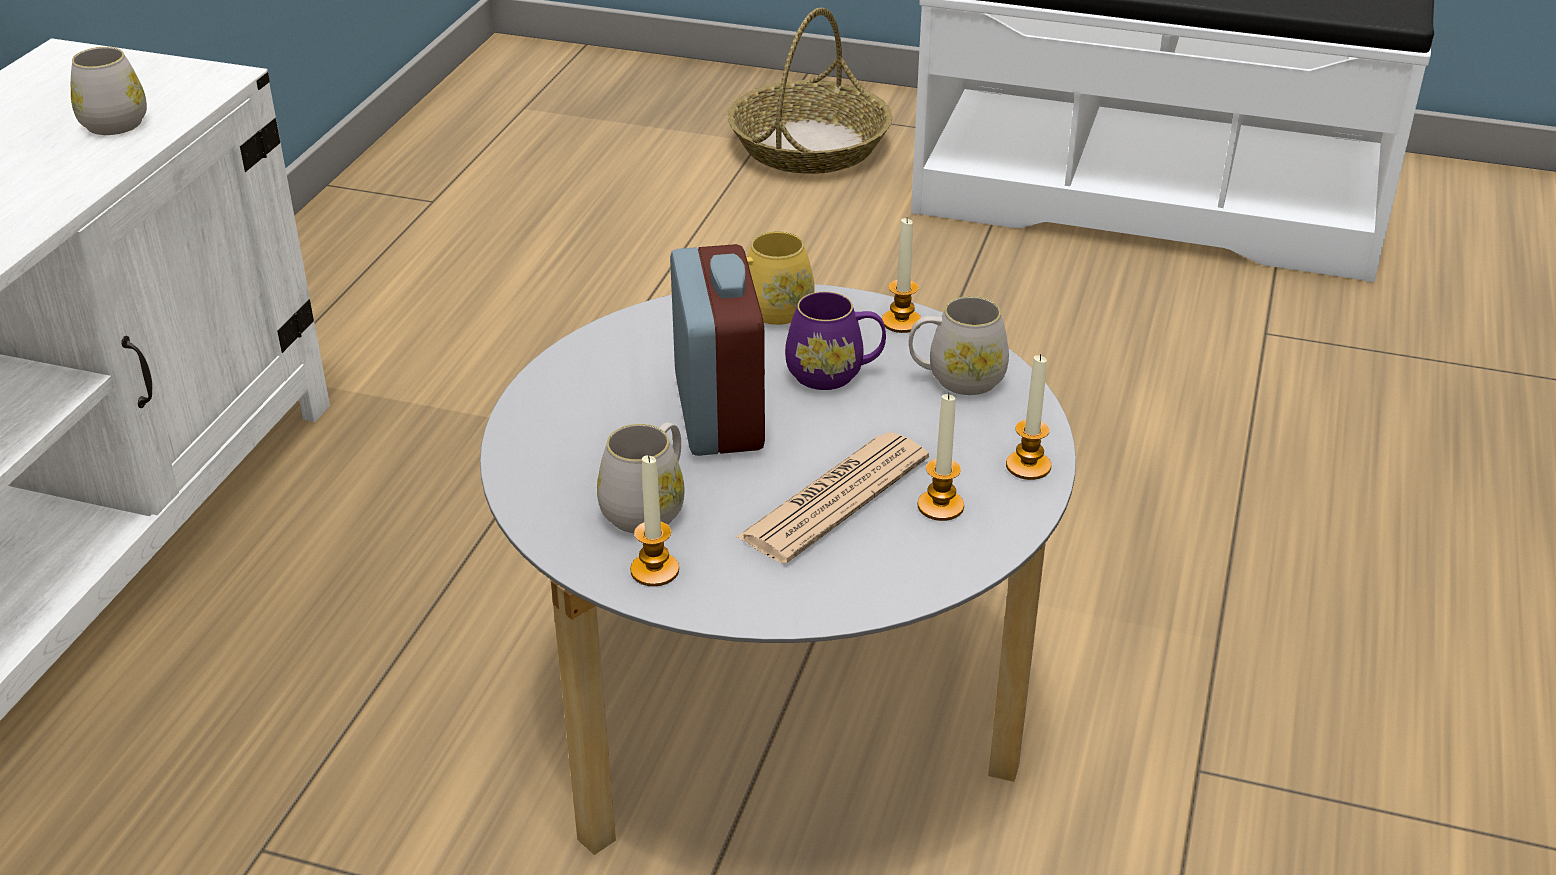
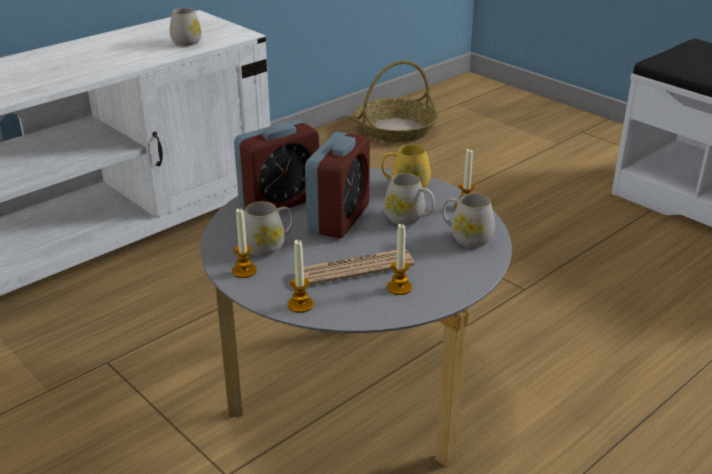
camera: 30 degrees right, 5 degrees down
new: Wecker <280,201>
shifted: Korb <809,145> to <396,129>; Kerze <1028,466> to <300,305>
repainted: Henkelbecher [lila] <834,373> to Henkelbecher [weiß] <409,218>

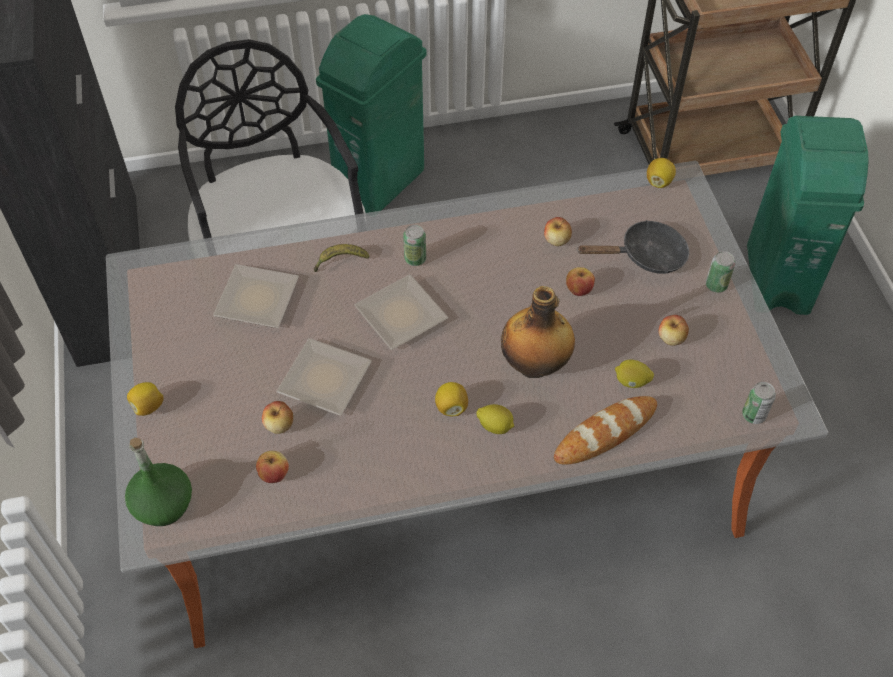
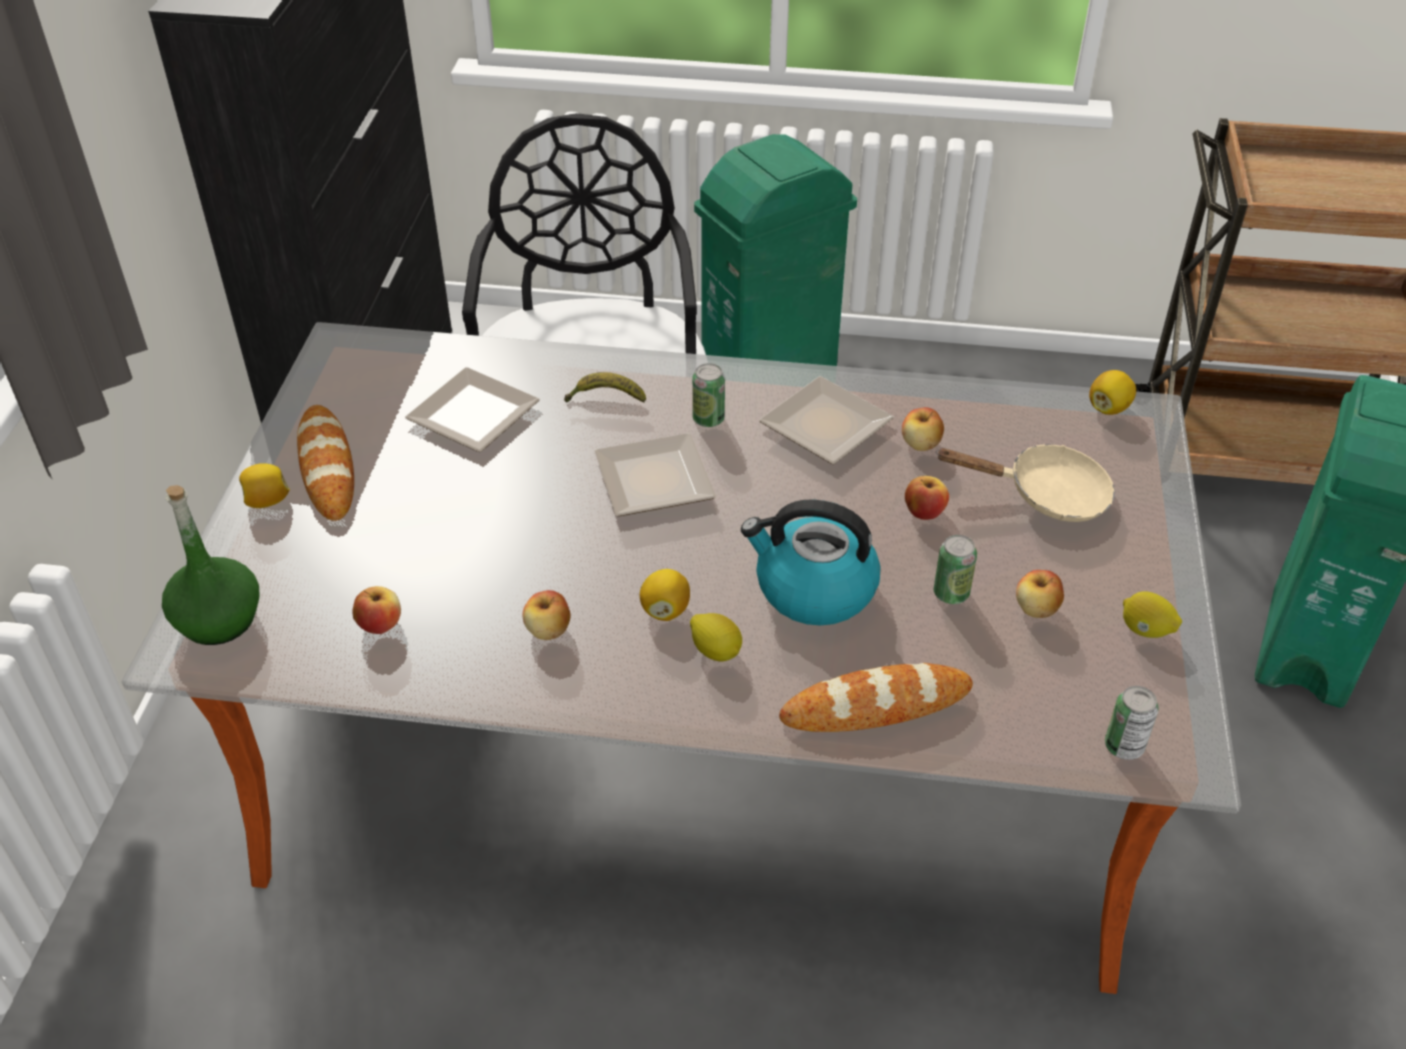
camera: 20 degrees right, 10 degrees down
new: Brot <327,467>
shifted: Apfel <279,425> to <548,630>; Teller <328,378> to <830,425>; Zitrone <631,382> to <1145,630>; Dose <716,285> to <951,593>
swapped: Flasche <535,365> to Wasserkessel <813,589>
repainted: Pfanne [schwarz] <646,256> to Pfanne [beige] <1046,494>

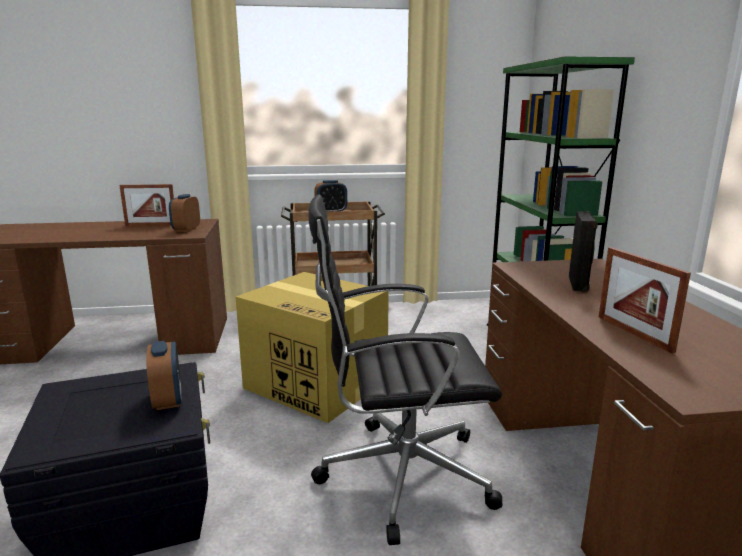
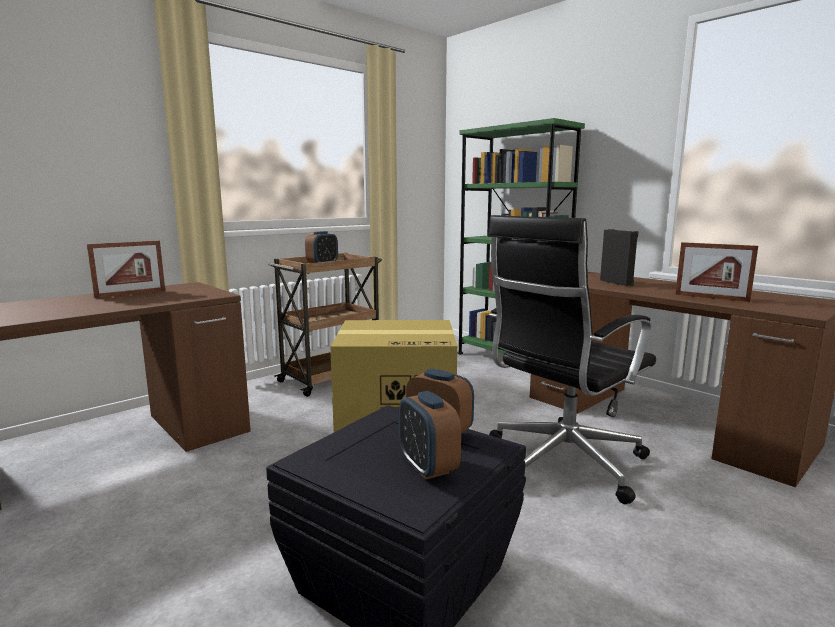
camera: 35 degrees left, 5 degrees down
shifted: Wecker <186,229> to <427,467>

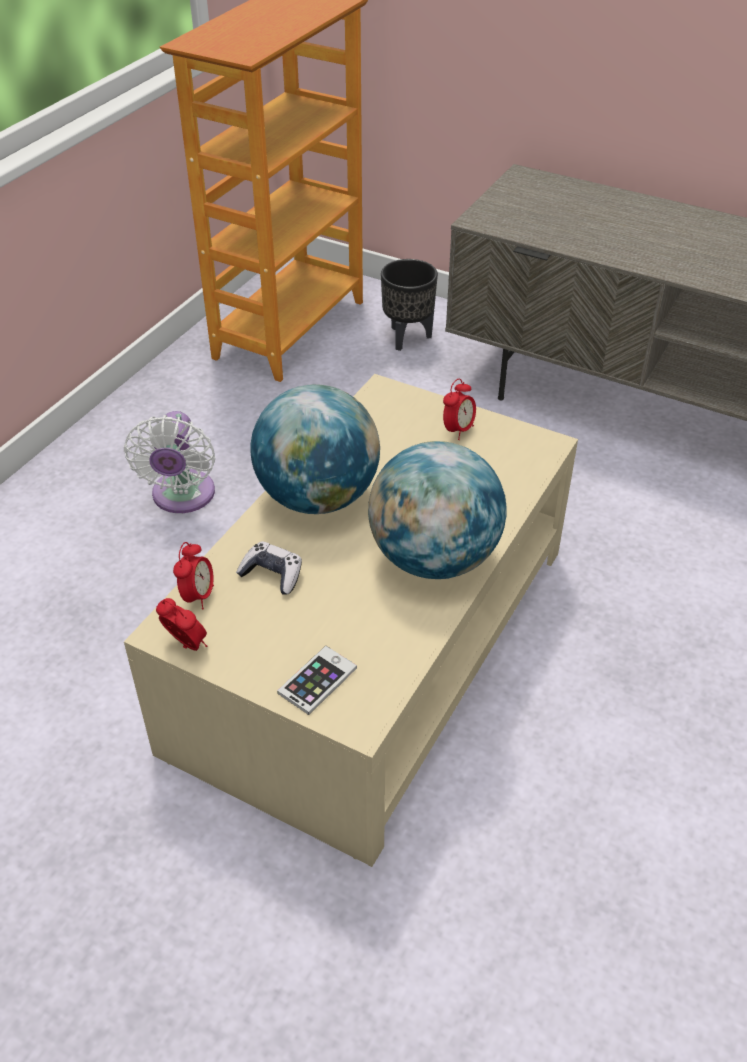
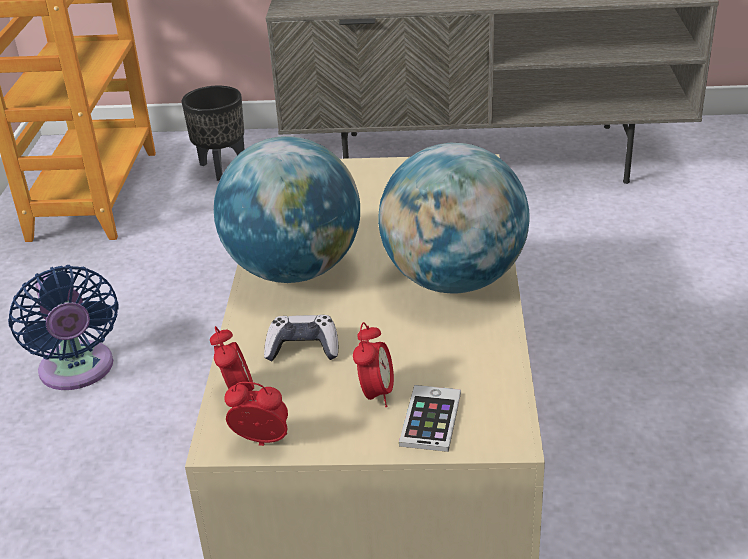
camera: 25 degrees left, 10 degrees down
shifted: Wecker <458,430> to <376,394>
repainted: Ventilator [weiß] <182,497> to Ventilator [blau] <78,371>

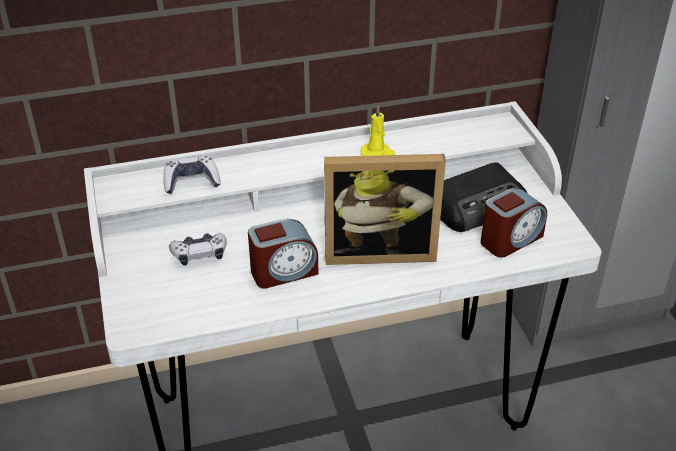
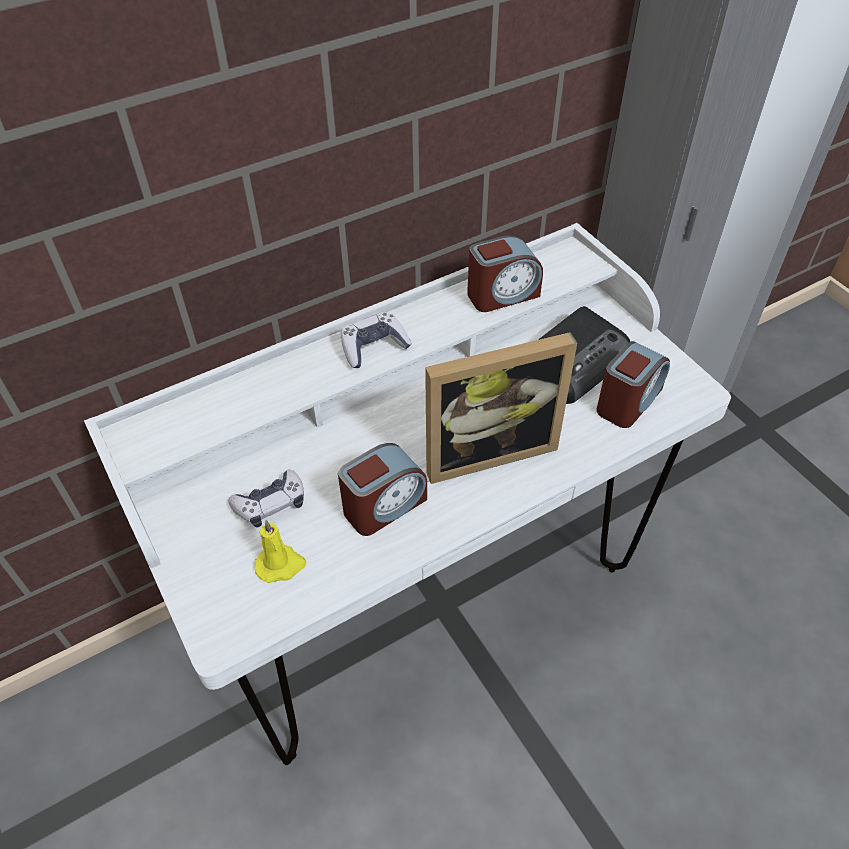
camera: 15 degrees left, 10 degrees up
new: Wecker <502,294>
shifted: Gamepad <191,181> to <373,347>; Kerze [gelb] <378,153> to <281,565>

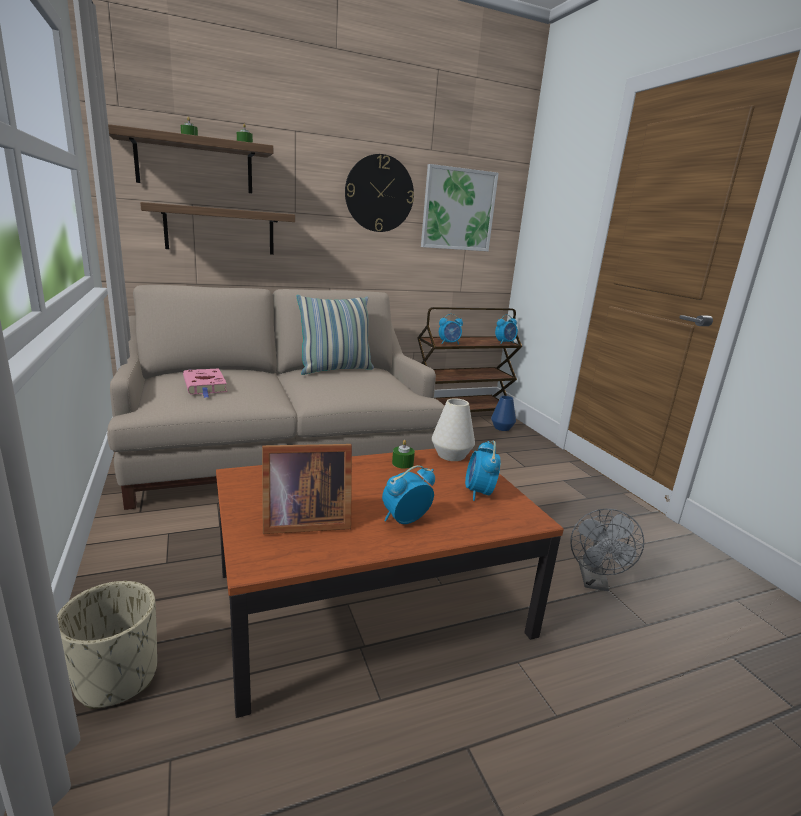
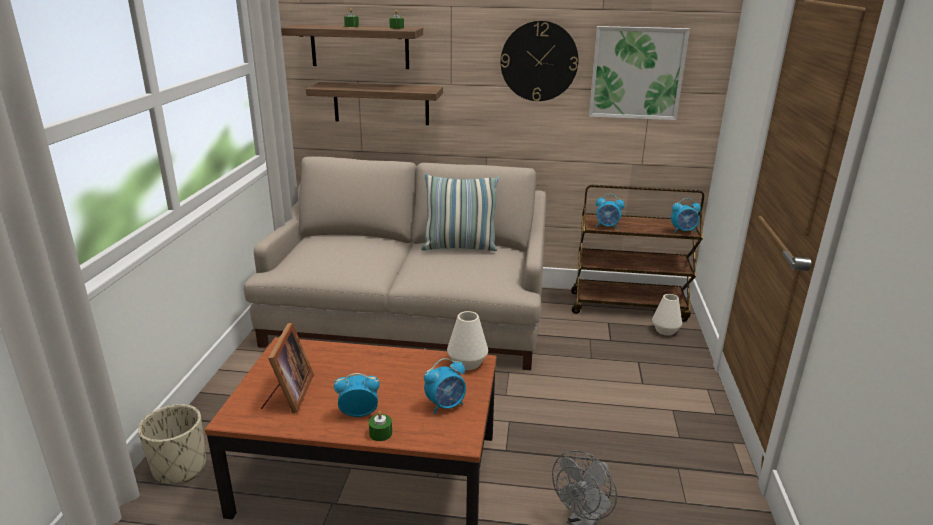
camera: 30 degrees right, 5 degrees up
gone: Buch [rosa] <205,386>
shifted: Kerze [grün] <402,463> to <380,433>
repainted: Vase [blau] <502,428> to Vase [weiß] <665,330>
rotated: Bilderrahmen <302,521> = <289,394> 105 degrees counterclockwise; Wecker <479,493> = <446,405> 150 degrees counterclockwise

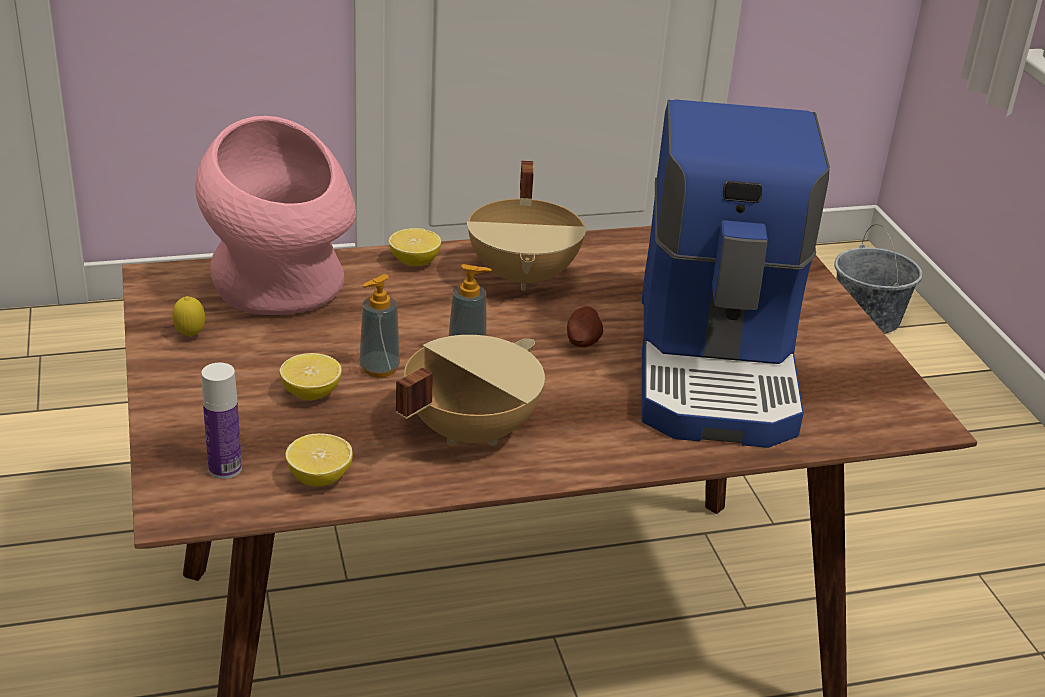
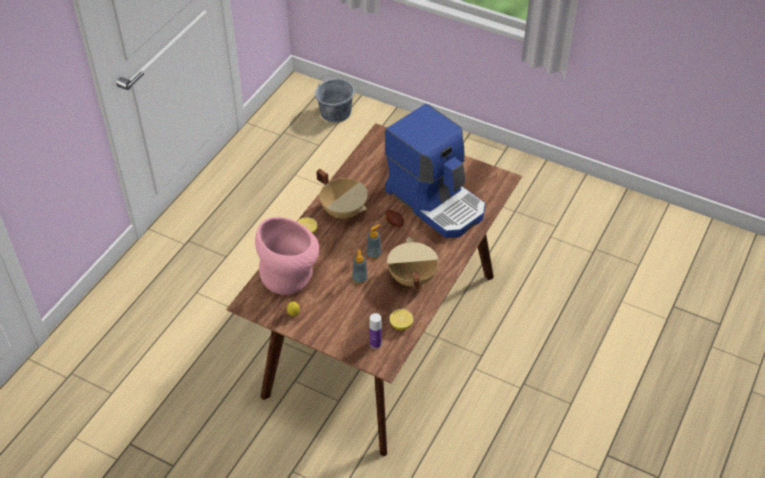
camera: 45 degrees left, 15 degrees up
gone: Zitrone <311,393>

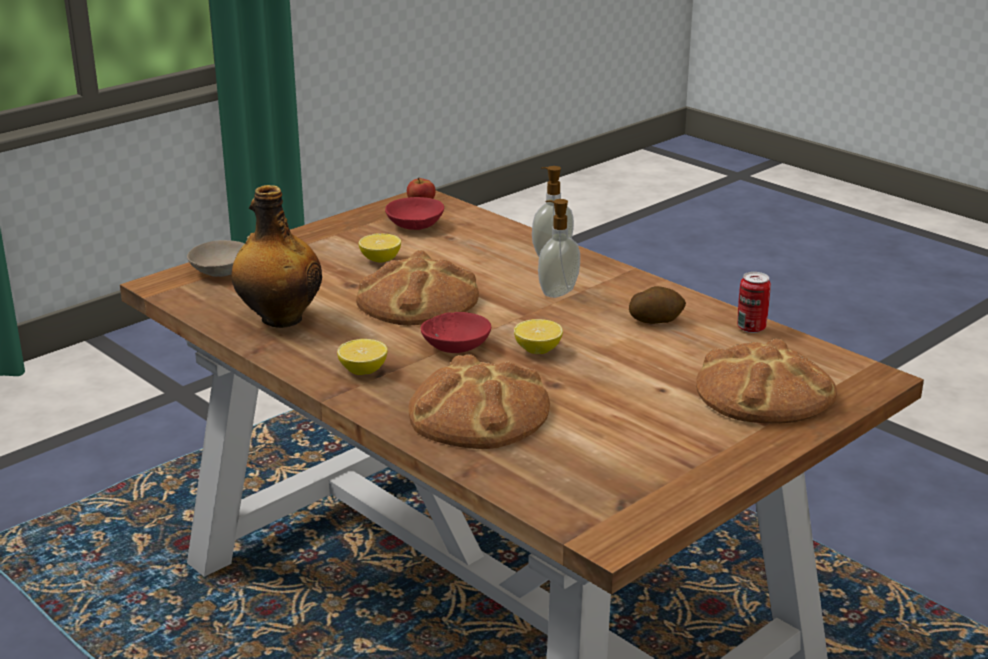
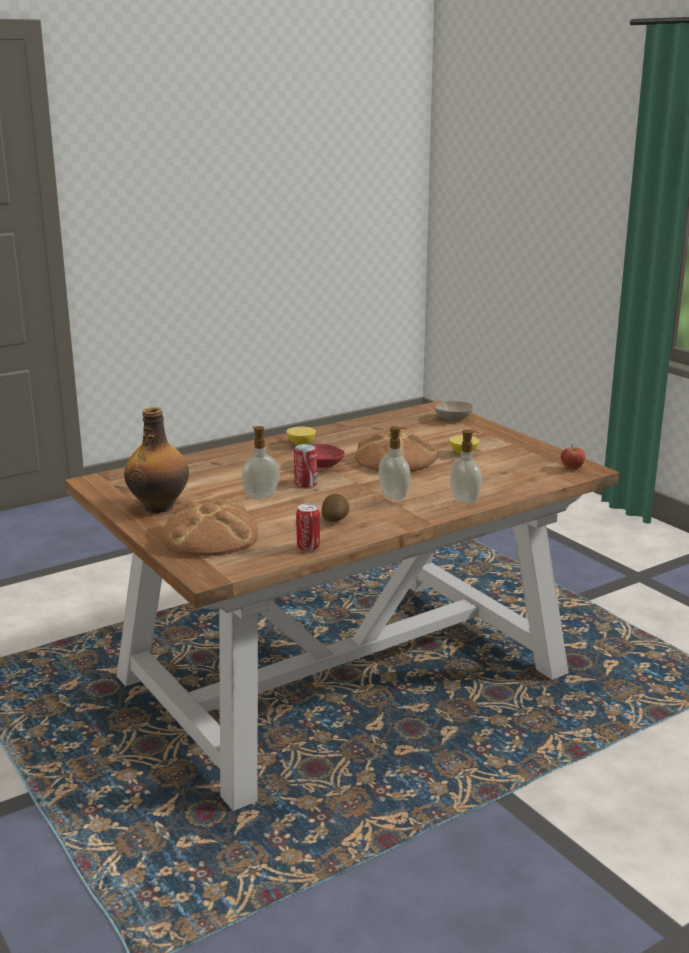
camera: 100 degrees right, 5 degrees down
gone: Schüssel [rot] <415,224>; Brot <478,412>
new: Seifenspender <260,495>
shifted: Flasche <280,319> to <159,506>
swapped: Zitrone <538,350> to Dose <305,483>

